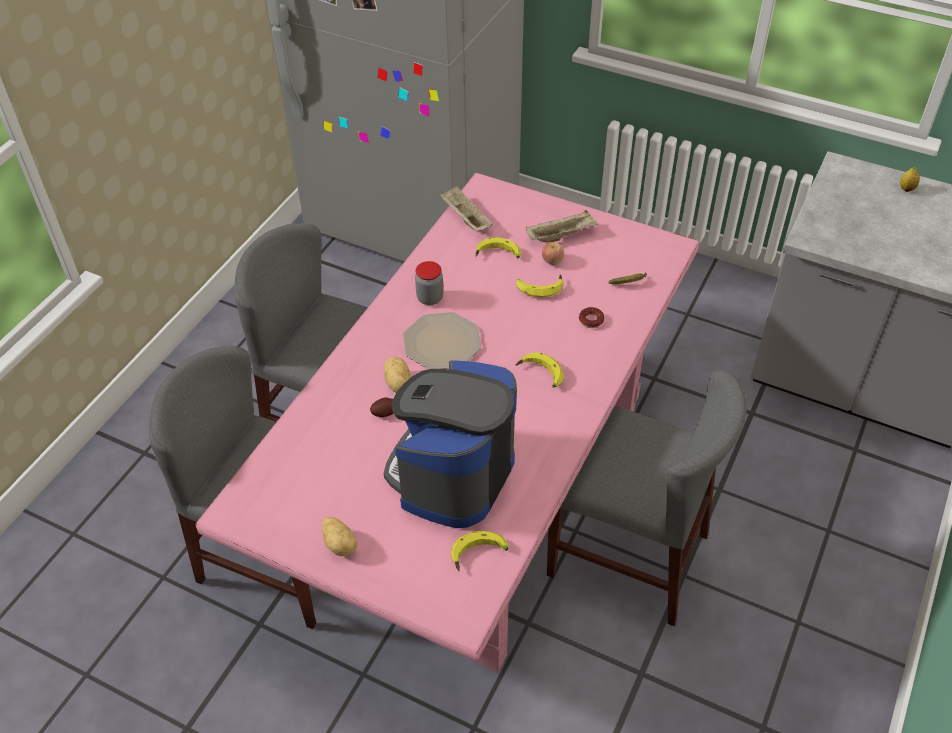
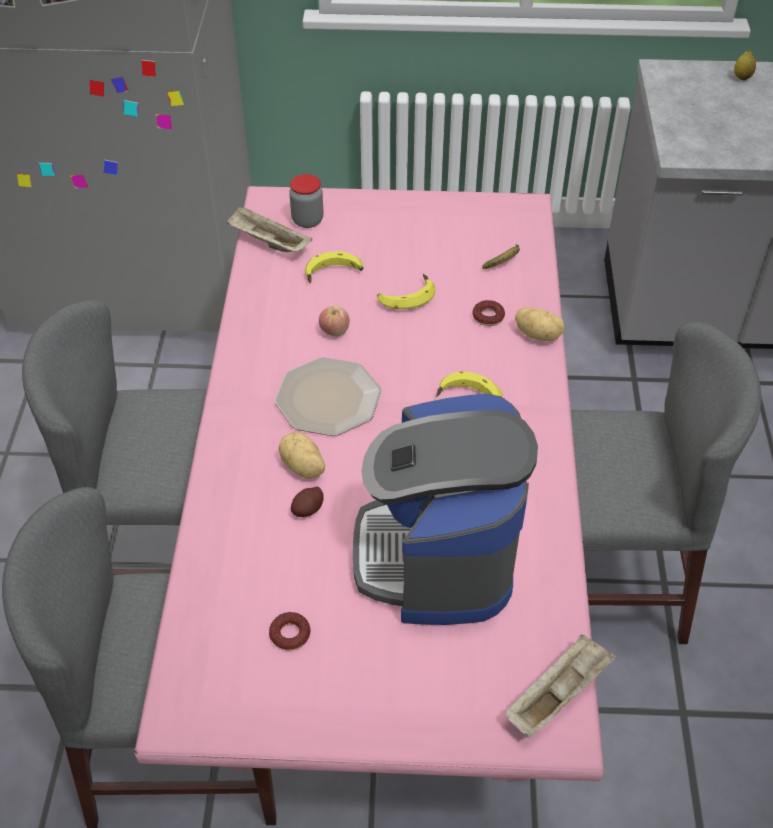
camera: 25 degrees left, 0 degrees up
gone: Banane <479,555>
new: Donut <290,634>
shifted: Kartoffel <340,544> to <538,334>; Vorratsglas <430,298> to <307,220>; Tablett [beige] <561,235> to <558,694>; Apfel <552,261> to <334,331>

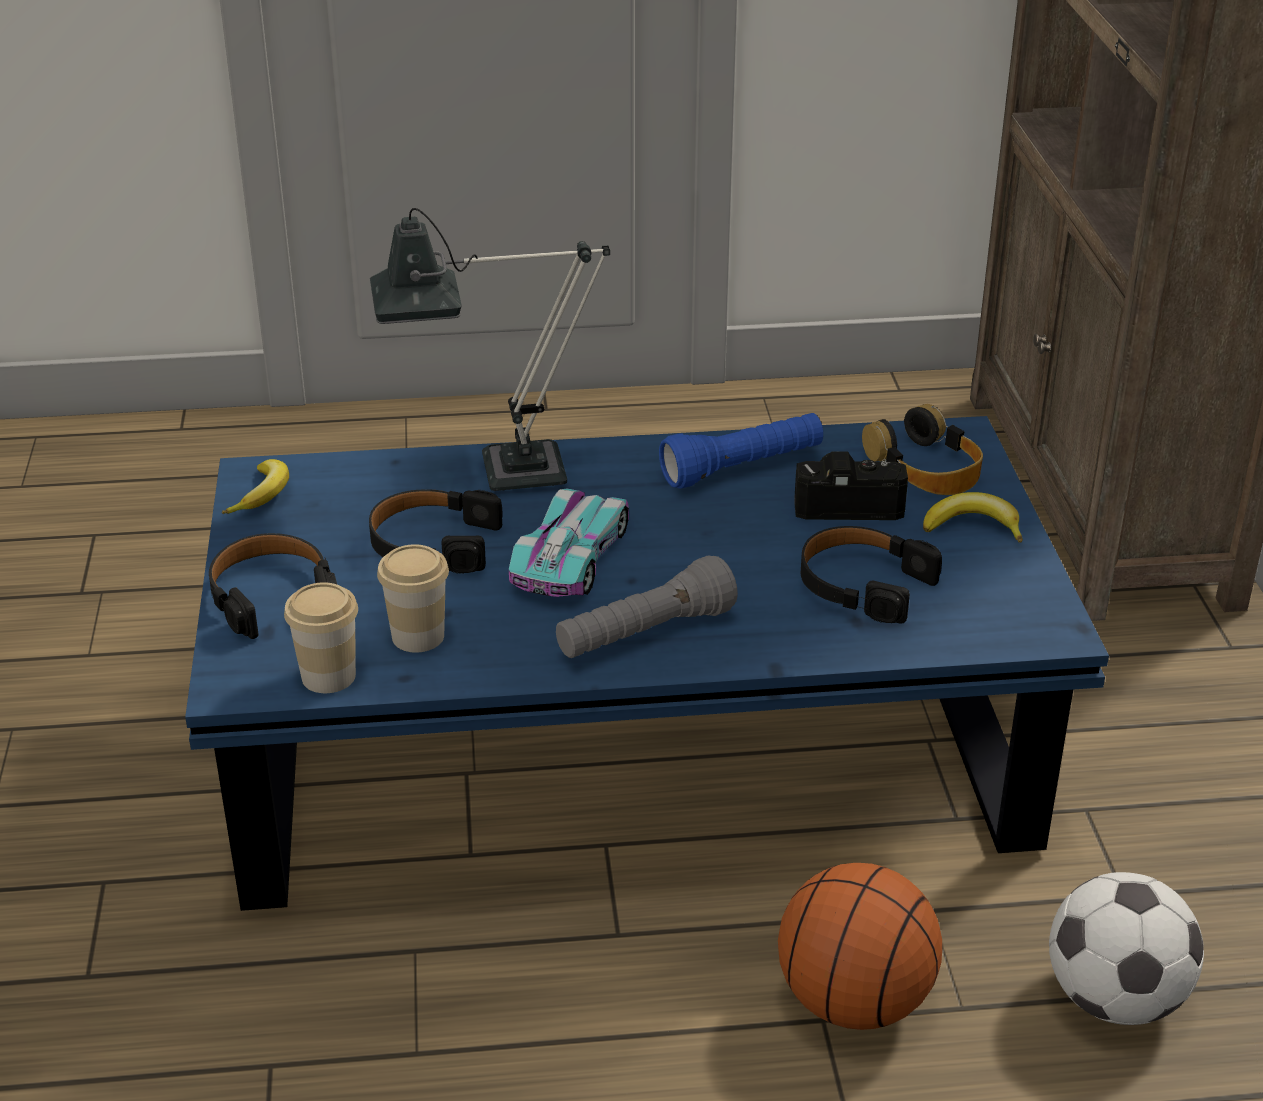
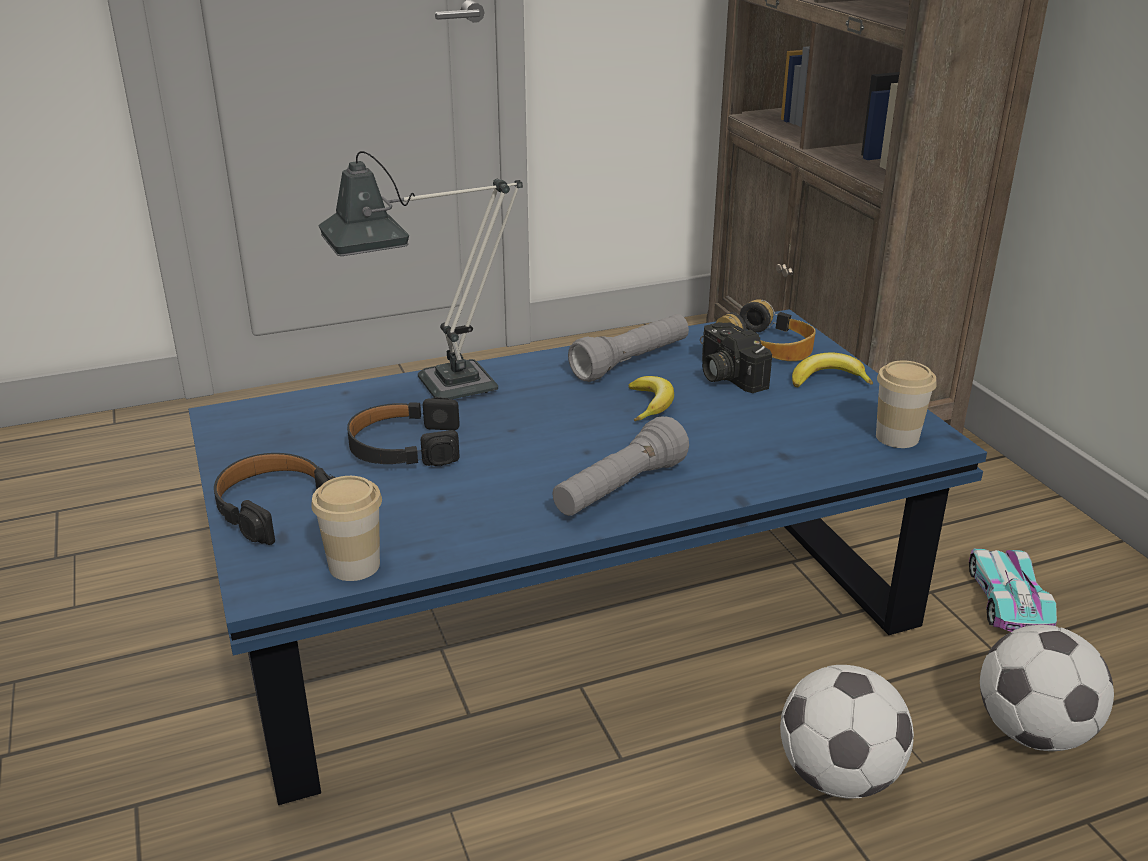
camera: 15 degrees left, 5 degrees down
gone: Kopfhörer [schwarz] <863,585>
shifted: Banane <263,495> to <650,405>; Tasse <418,636> to <897,437>; Spielzeugauto <571,555> to <1007,598>
swapped: Basketball <853,1001> to Fußball <838,776>
repainted: Taschenlampe [blau] <742,468> to Taschenlampe [grau] <631,362>
rotated: Kamera <848,503> = <725,375> 105 degrees counterclockwise

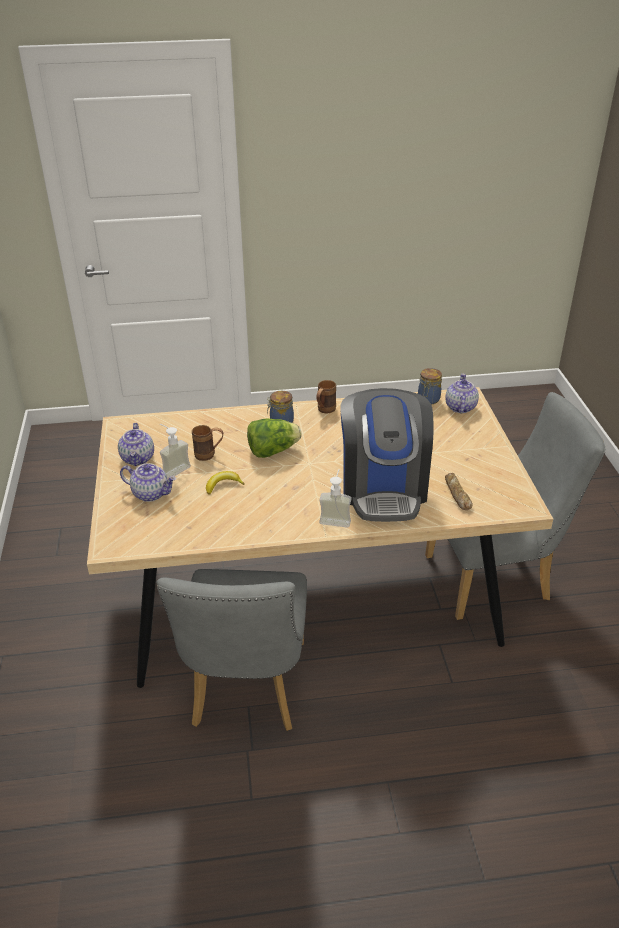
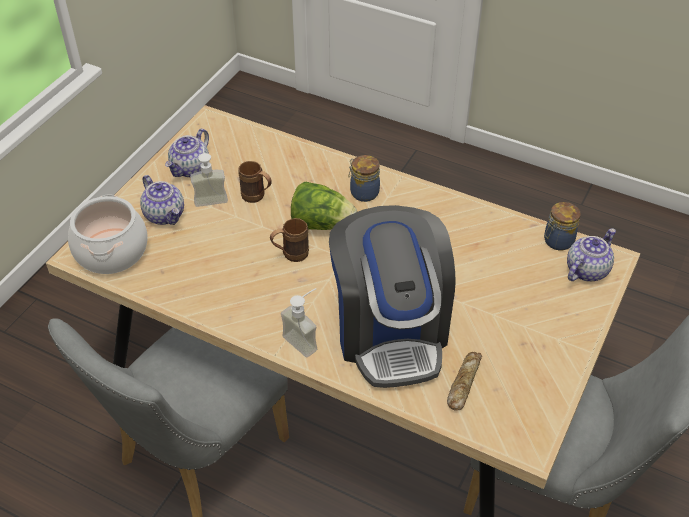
camera: 35 degrees right, 10 degrees up
gone: Banane <223,485>
new: Kochtopf <112,252>
shifted: Henkelbecher [braun] <324,411> to <290,255>
rotated: Kaffeemaschine <384,488> = <390,330> 45 degrees counterclockwise

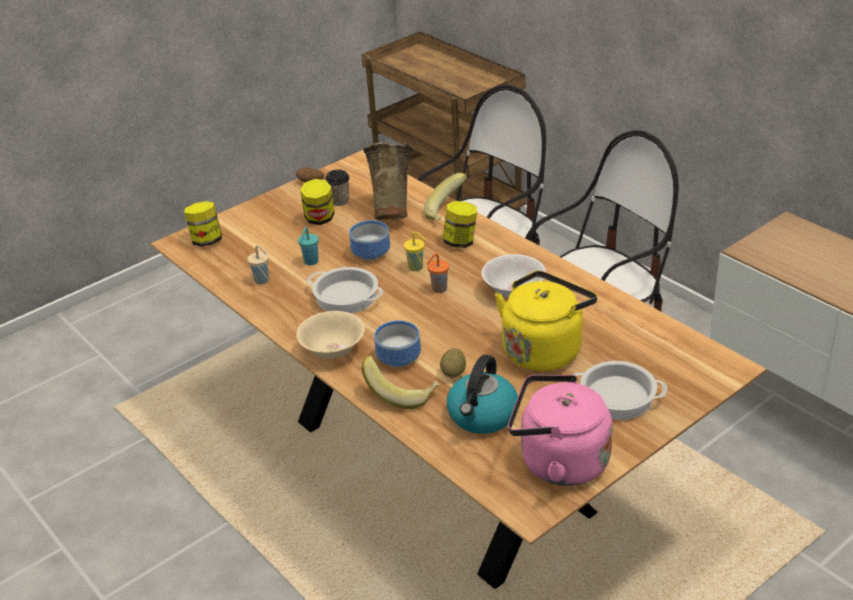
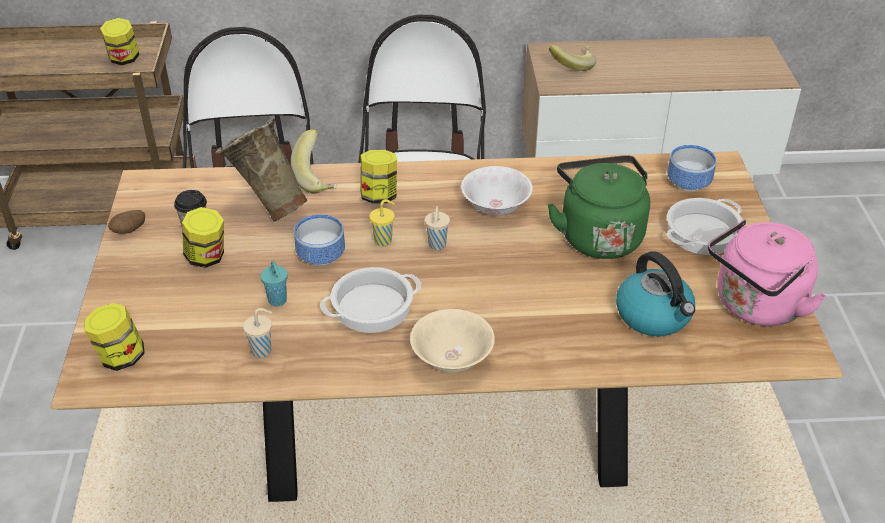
camera: 55 degrees left, 5 degrees up
gone: Kartoffel <453,372>
new: Vorratsglas <124,59>
shifted: Banane <402,394> to <571,66>; Schüssel <398,360> to <689,184>
repainted: Tasse [orange] <438,289> to Tasse [beige] <437,246>; Wasserkessel [gelb] <544,349> to Wasserkessel [grün] <598,235>

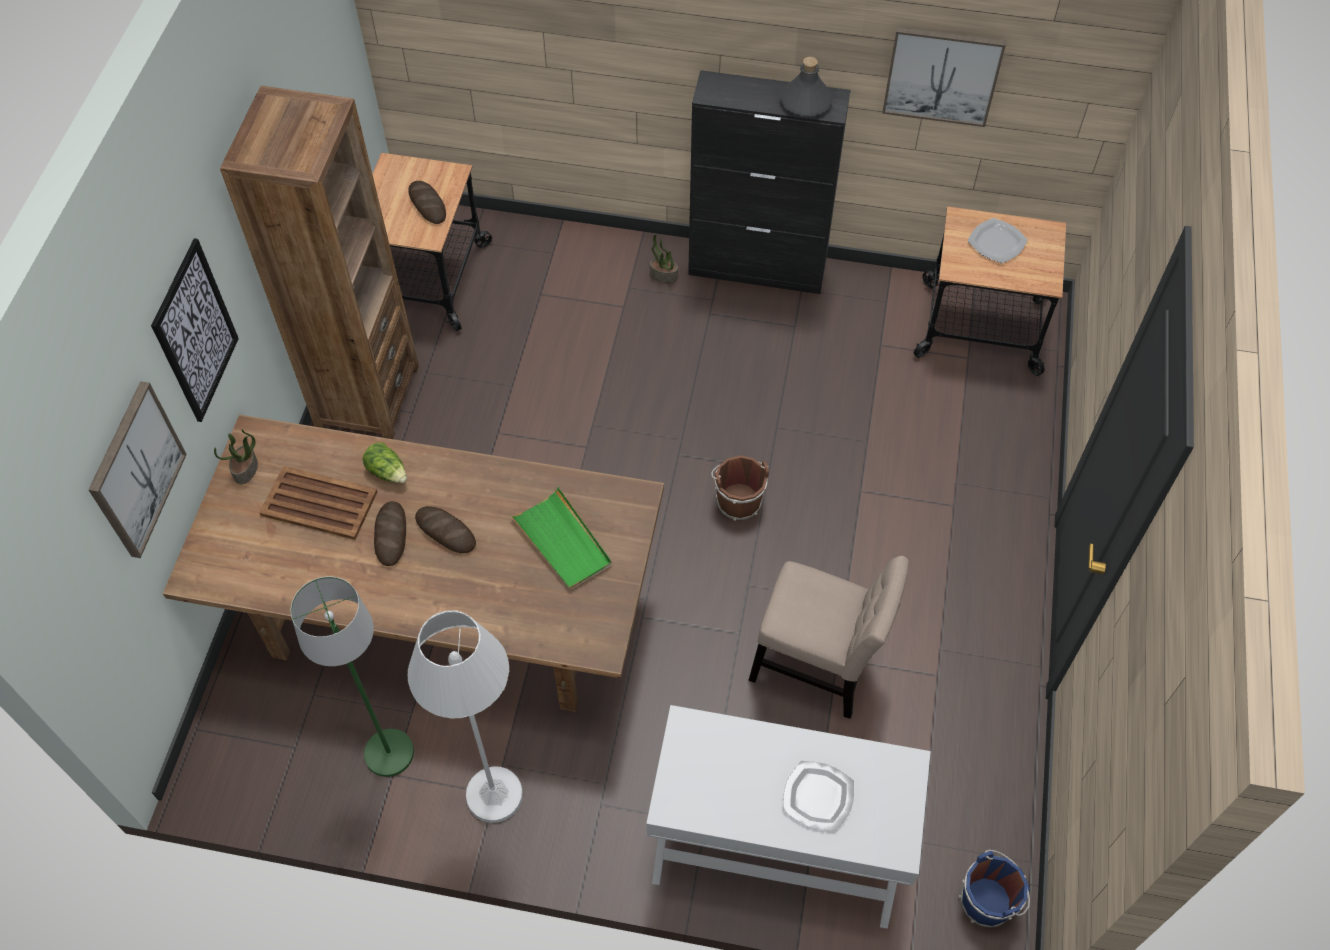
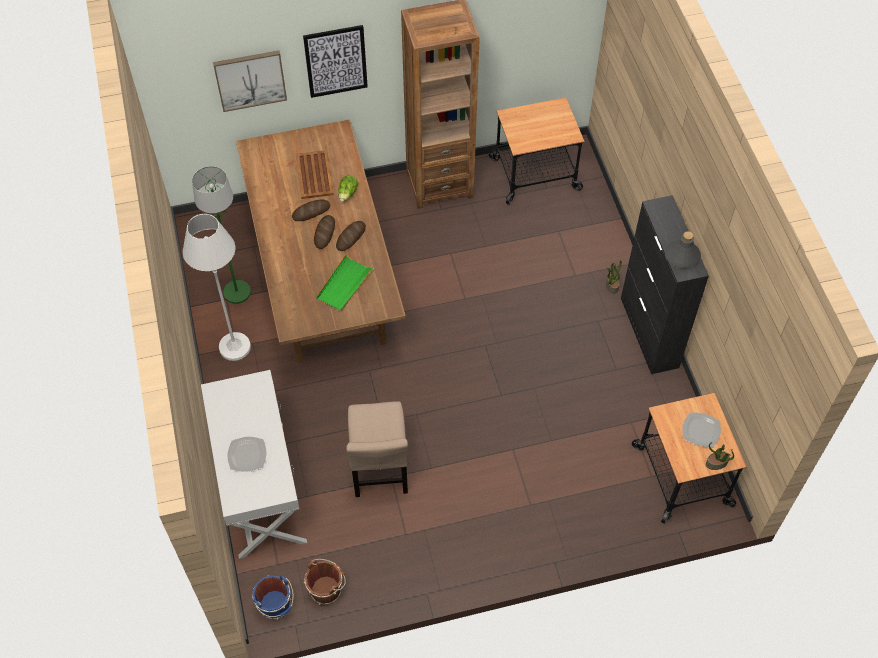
camera: 65 degrees right, 0 degrees up
gone: Bild <942,75>
shifted: Topfpflanze <246,469> to <716,463>; Brot <427,204> to <351,237>; Eimer [braun] <738,500> to <327,589>

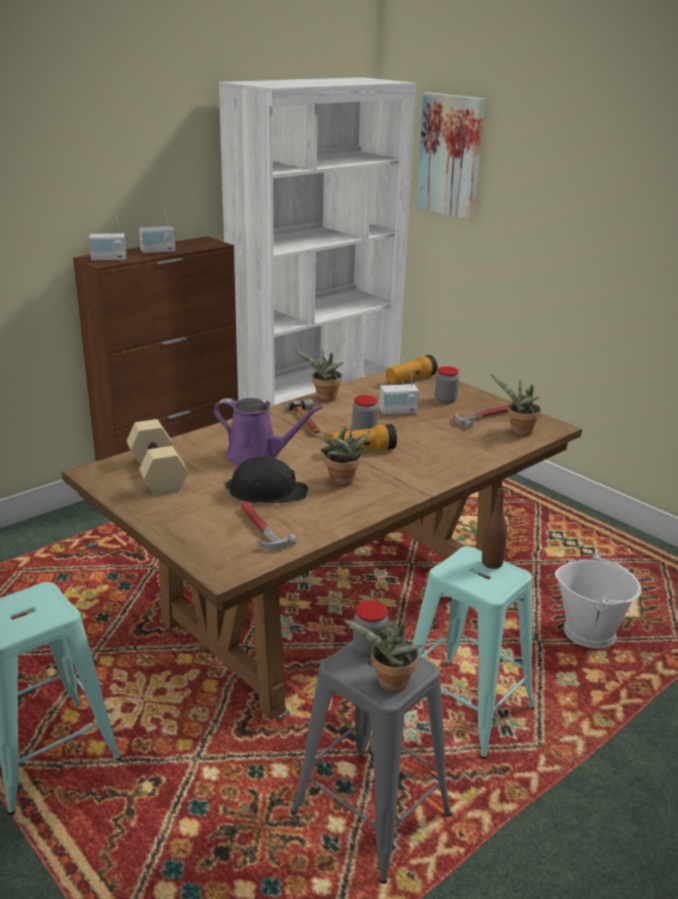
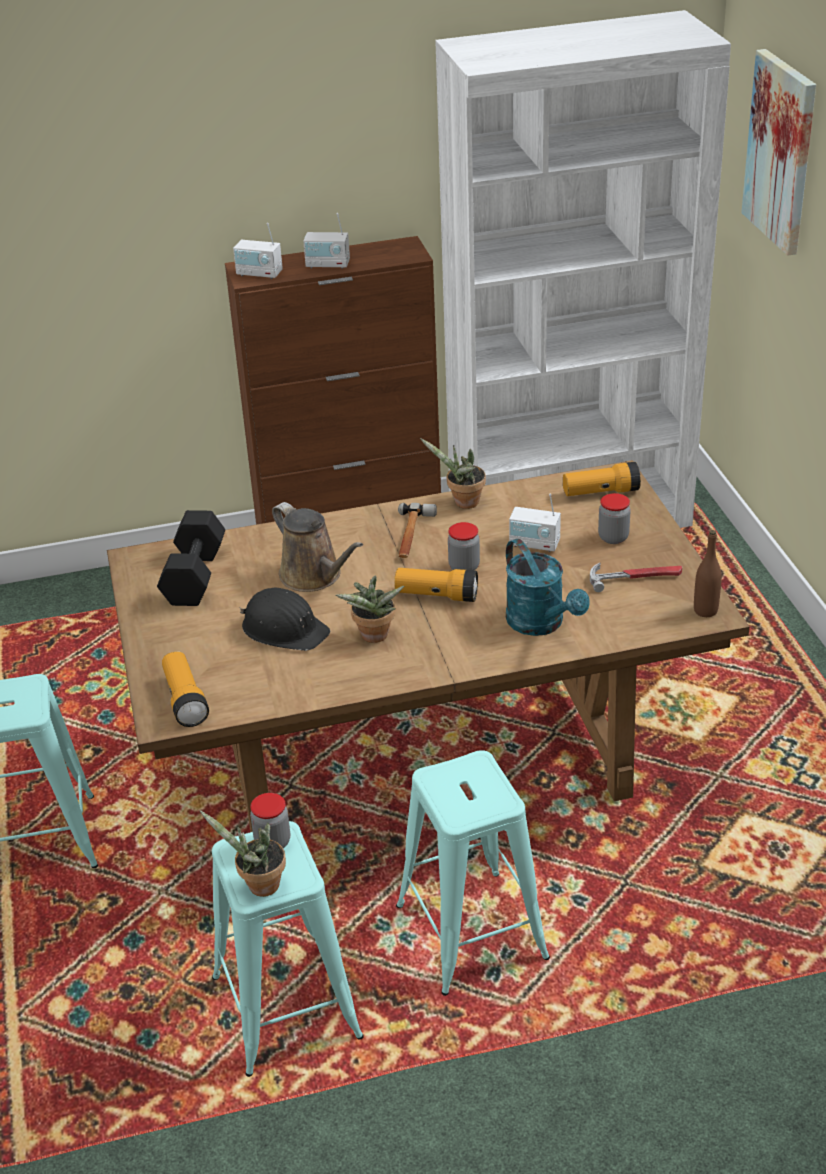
camera: 30 degrees right, 10 degrees up
gone: Hammer <260,528>; Topfpflanze <518,432>; Eimer [weiß] <590,632>
new: Taschenlampe <185,700>; Gießkanne [türkis] <541,624>
shifted: Flasche [braun] <492,563> to <705,611>
repainted: Hantel [beige] <156,473> to Hantel [schwarz] <193,575>; Gießkanne [lila] <258,456> to Gießkanne [braun] <314,576>; Hocker [grau] <371,813> to Hocker [türkis] <286,1007>

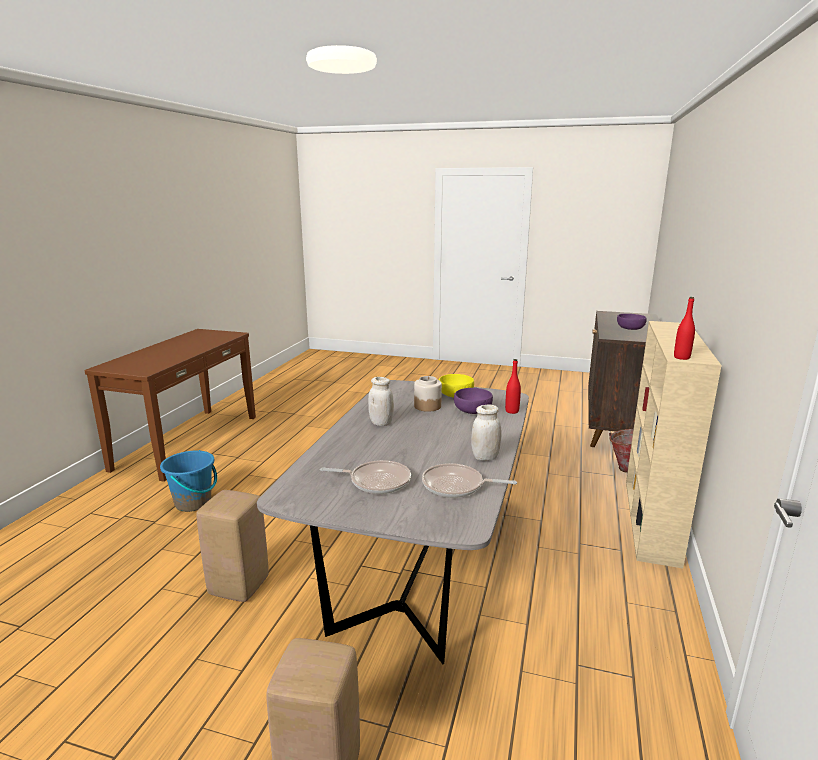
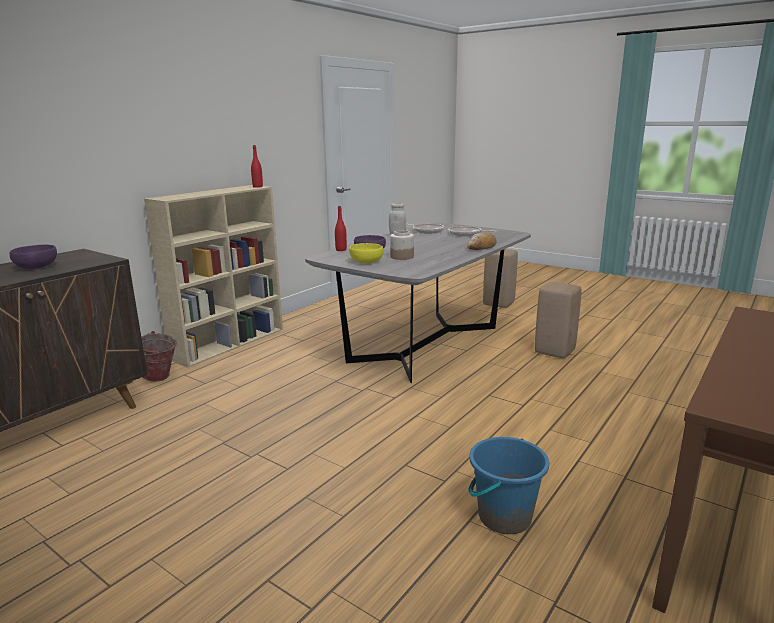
camera: 160 degrees left, 0 degrees up
gone: Vorratsglas [weiß] <381,423>
new: Brot <481,247>
shifted: Eimer [blau] <193,503> to <504,517>

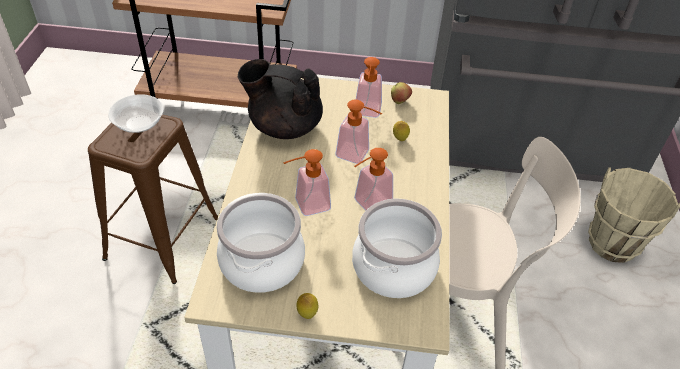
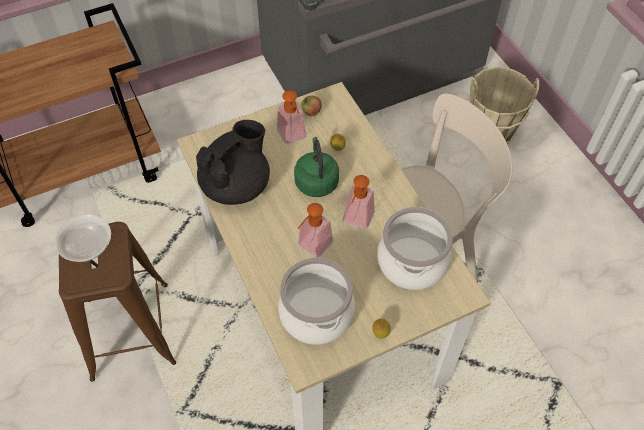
camera: 30 degrees left, 10 degrees up
swapped: Seifenspender <358,155> to Wasserkessel [grün] <316,181>
rotated: Teekanne [schwarz] <284,126> = <236,186> 150 degrees clockwise

